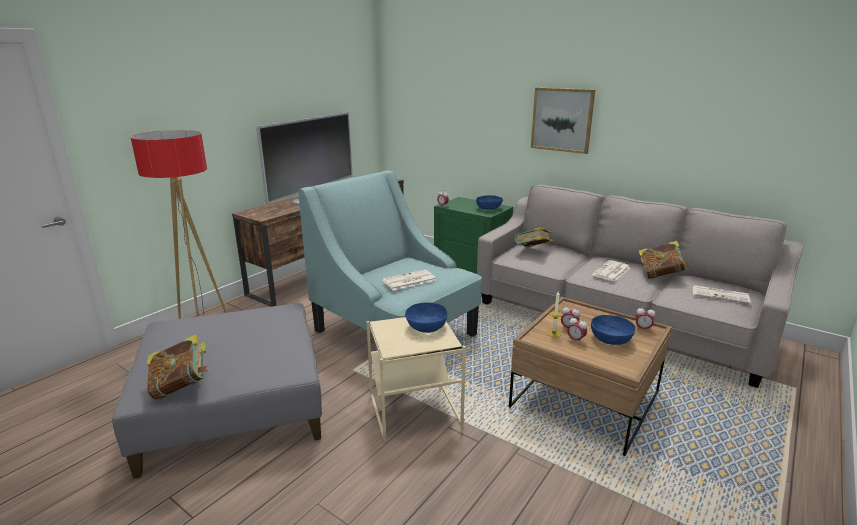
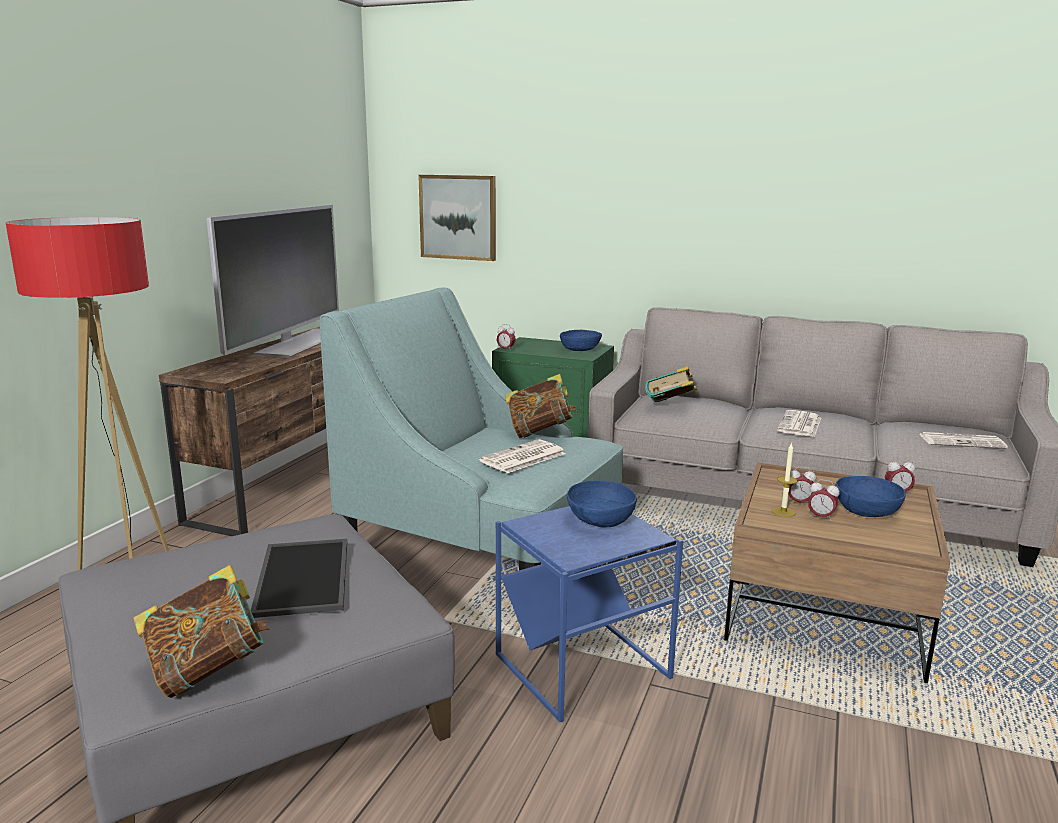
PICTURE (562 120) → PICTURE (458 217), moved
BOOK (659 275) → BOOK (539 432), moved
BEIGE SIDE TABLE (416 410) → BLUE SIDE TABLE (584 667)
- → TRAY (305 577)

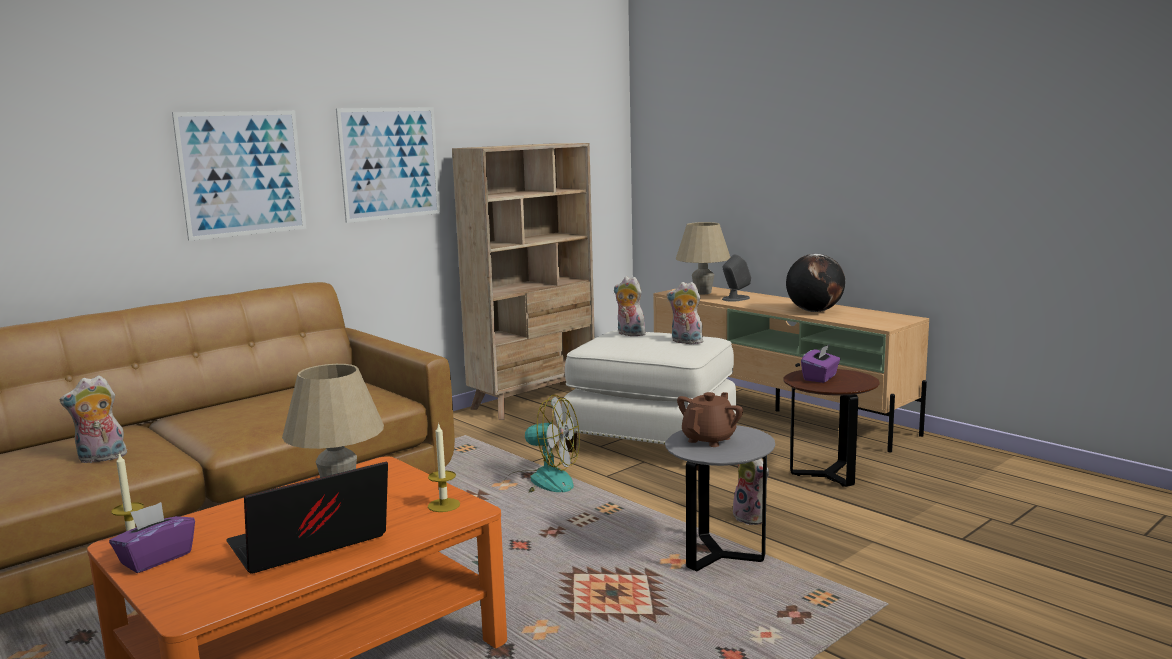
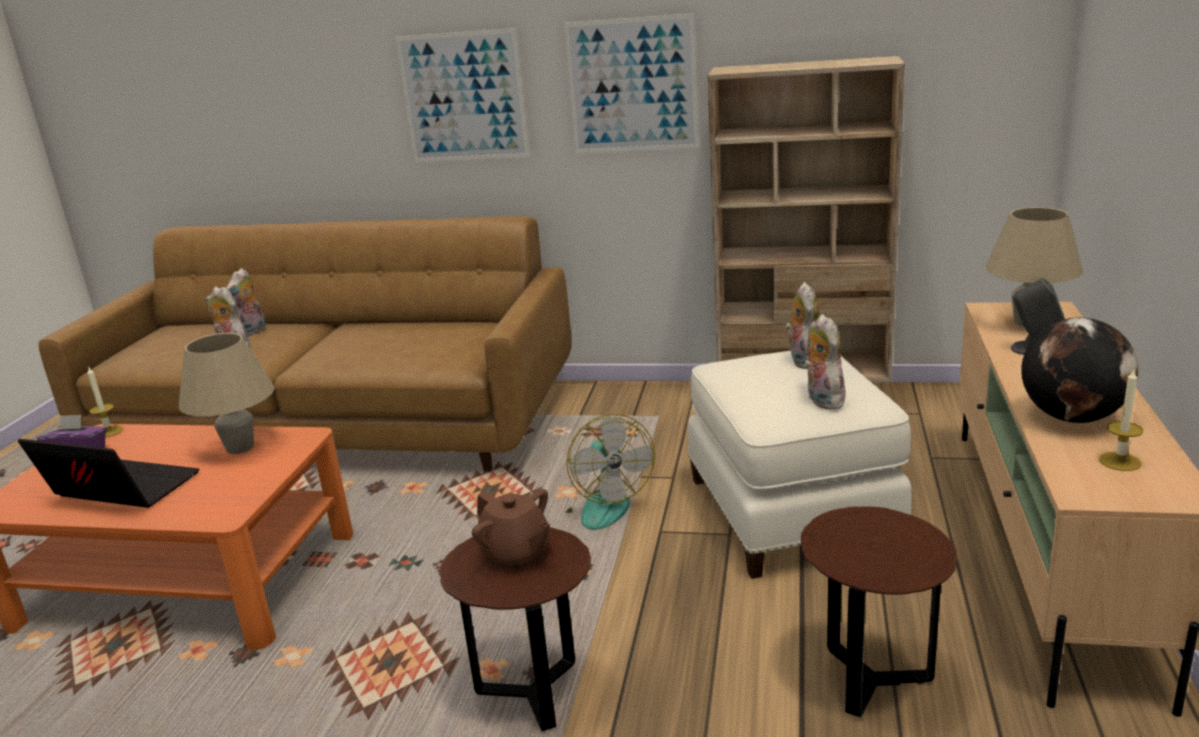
PURPLE TISSUE BOX (820 378) → -
BROWN TEAPOT (709 439) → BROWN TEAPOT (516 553), 45 degrees clockwise
CANDLE (444 505) → CANDLE (1119 461), moved
GREY SIDE TABLE (719 556) → BROWN SIDE TABLE (532 694)
PLUSH TOY (752 518) → PLUSH TOY (252 332), moved

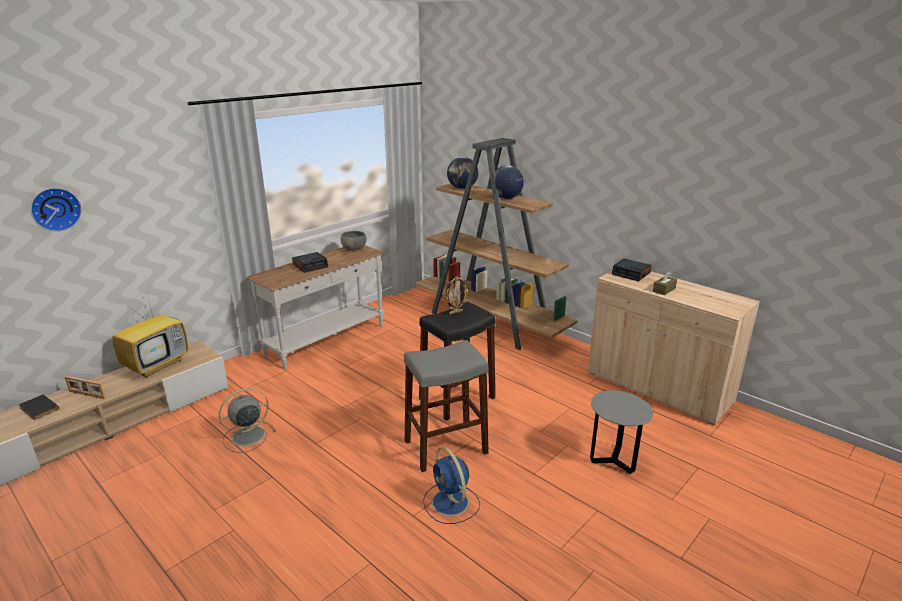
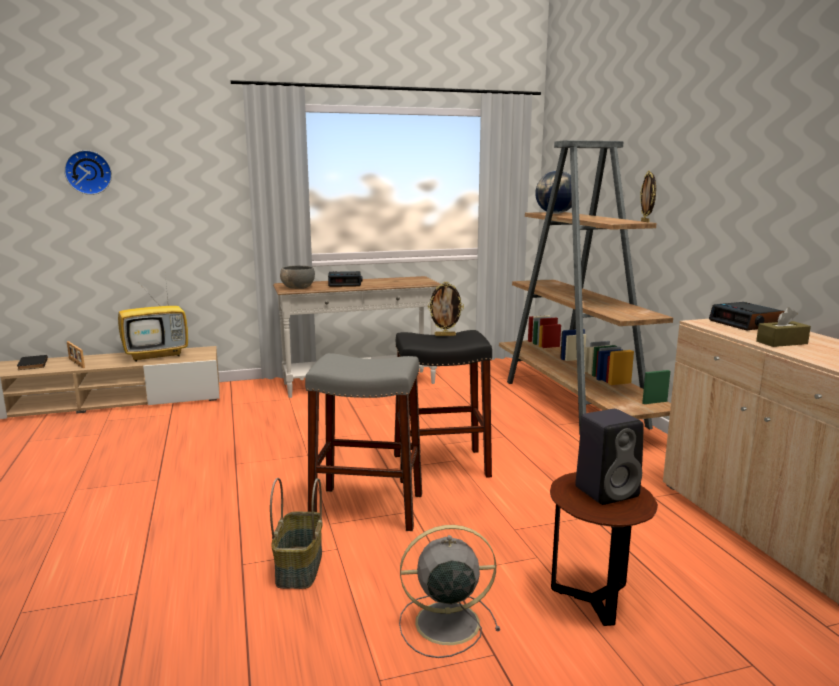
GLOBE (506 198) → -
GREY BOWL (353 249) → GREY BOWL (298 288), moved
GREY FAN (247 436) → GREY FAN (444 623), moved
GREY SIDE TABLE (613 460) → BROWN SIDE TABLE (594 600)
BLUE FAN (451 503) → BASKET (300 568)
- → PICTURE FRAME (645 221)
- → BLACK SPEAKER (608 491)

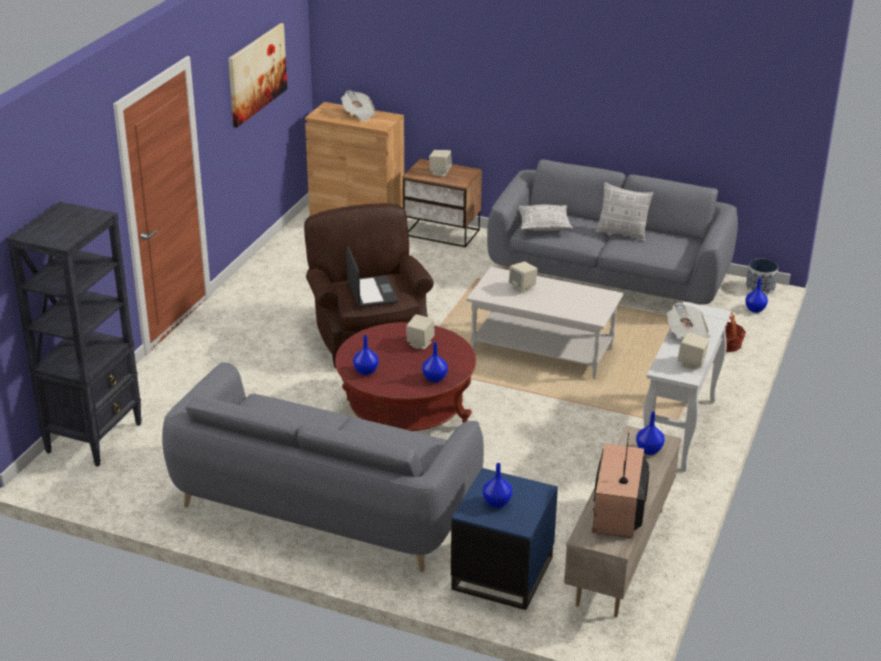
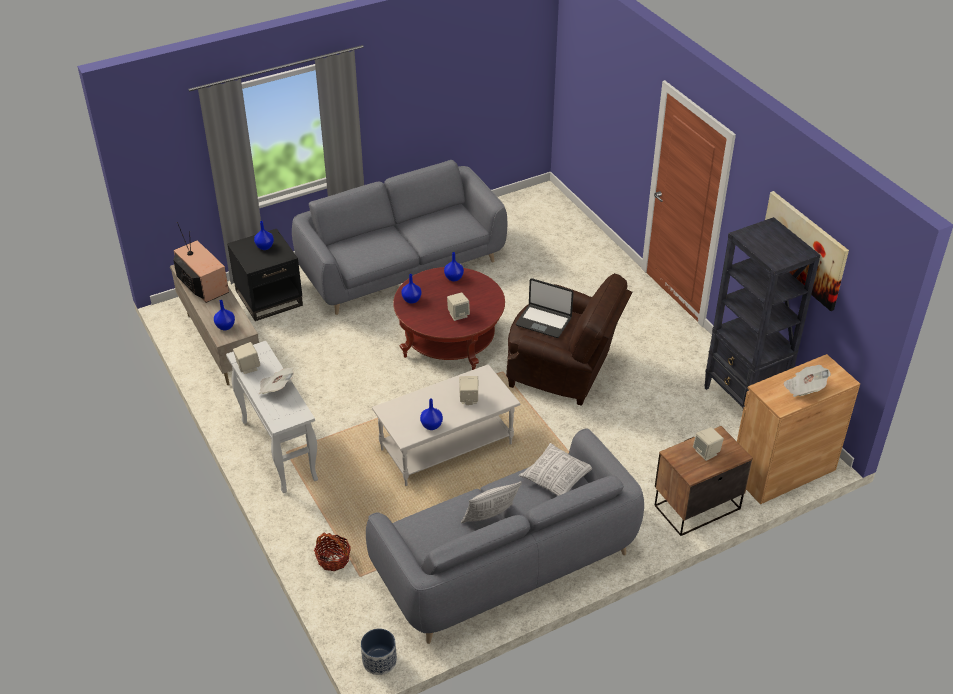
BLACK BOOKCASE (95 437) → BLACK BOOKCASE (743 399), moved
BLUE VASE (755 310) → BLUE VASE (431 425), moved
BLUE SIDE TABLE (501 573) → BLACK SIDE TABLE (269 298)

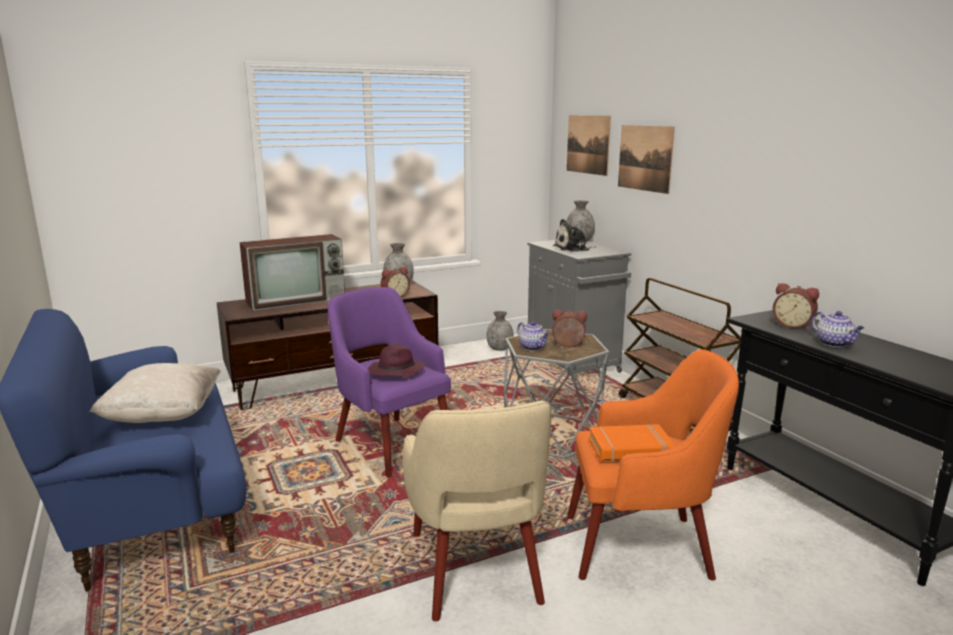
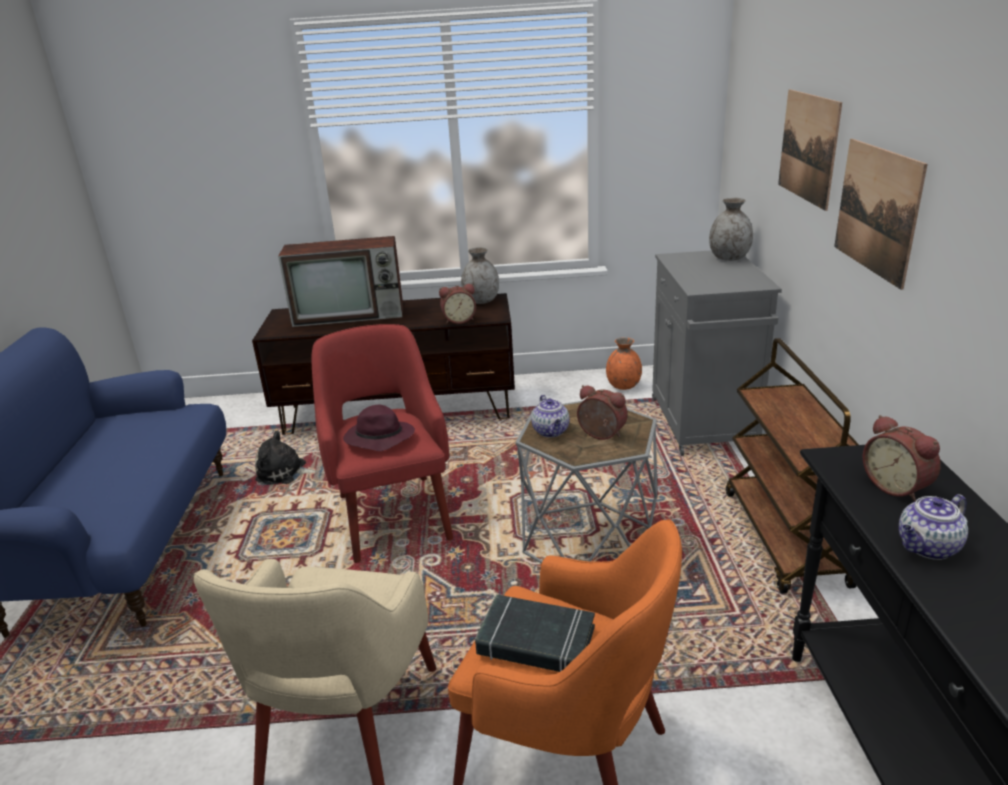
PICTURE (588 144) → PICTURE (876 210), moved
PLUSH TOY (573 248) → PLUSH TOY (284 473), moved
PURPLE ARMCHAIR (391 444) → RED ARMCHAIR (393 514)
GREY VASE (500 349) → ORANGE VASE (623 386)
TEAPOT (834 343) → TEAPOT (927 548), 60 degrees clockwise
BEIGE PILLOW (163 416) → -
ORANGE BOOK (630 449) → BLACK BOOK (535 642)

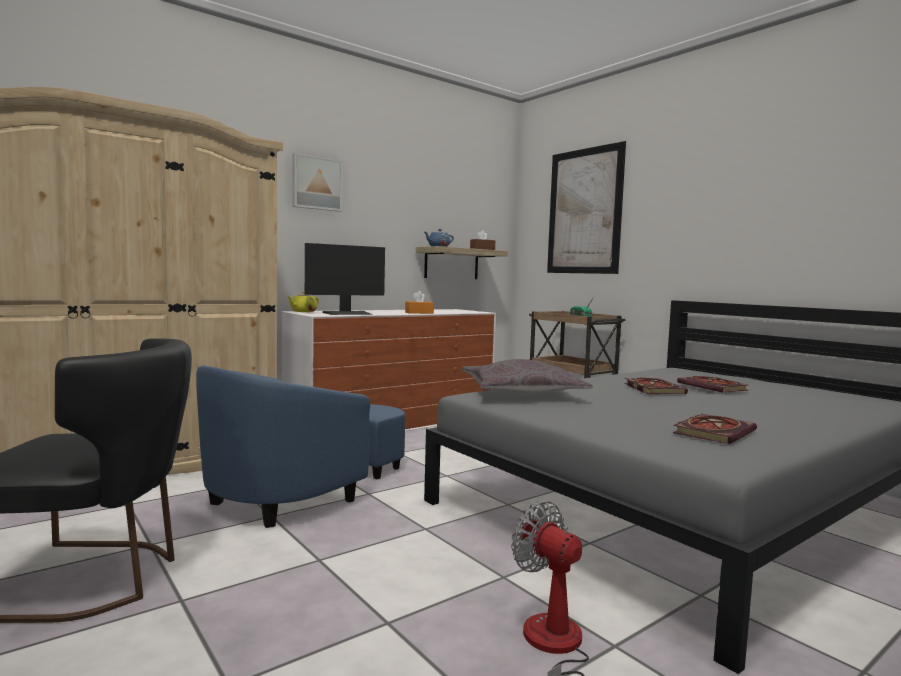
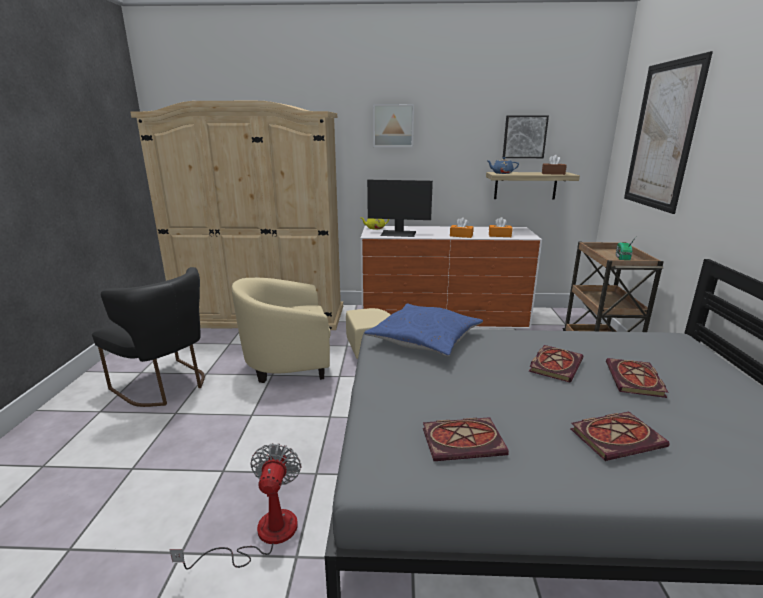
GREY PILLOW (521 393) → BLUE PILLOW (424 339)
BLUE ARMCHAIR (302 492) → BEIGE ARMCHAIR (308 362)
- → PICTURE (524 137)
- → ORANGE TISSUE BOX (499 235)
- → BOOK (617 437)

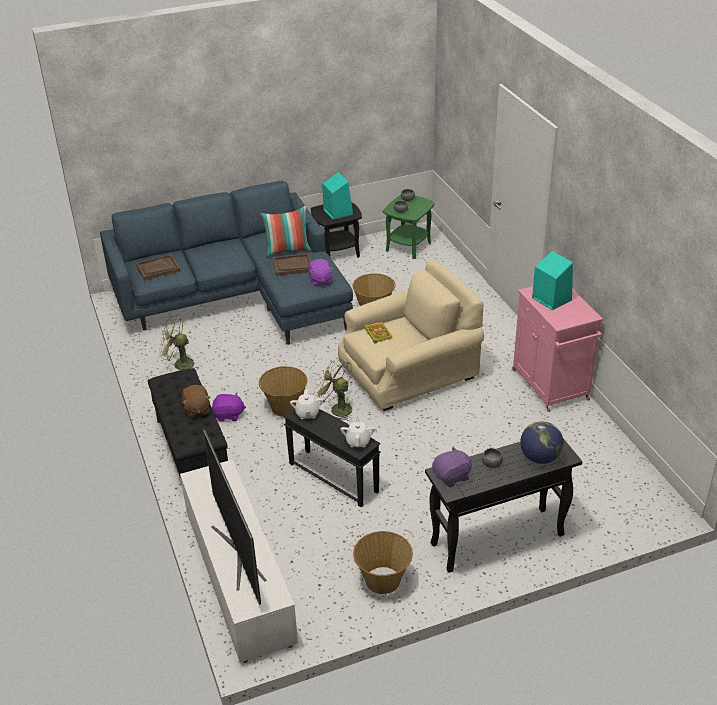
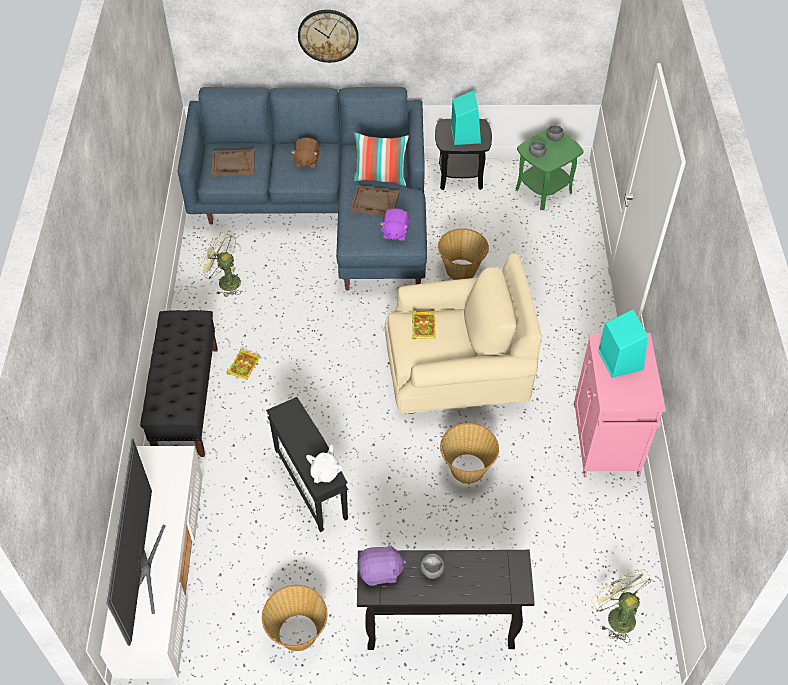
GREEN FAN (337 408) → GREEN FAN (616 615), moved
BASKET (285 407) → BASKET (467 469), moved
BROWN PLUSH TOY (196 409) → BROWN PLUSH TOY (306 161), moved
WHITE TEAPOT (307 414) → -
PURPLE PLUSH TOY (228 415) → BOOK (243 365)
GLOBE (539 458) → -
- → WALL CLOCK (328 35)

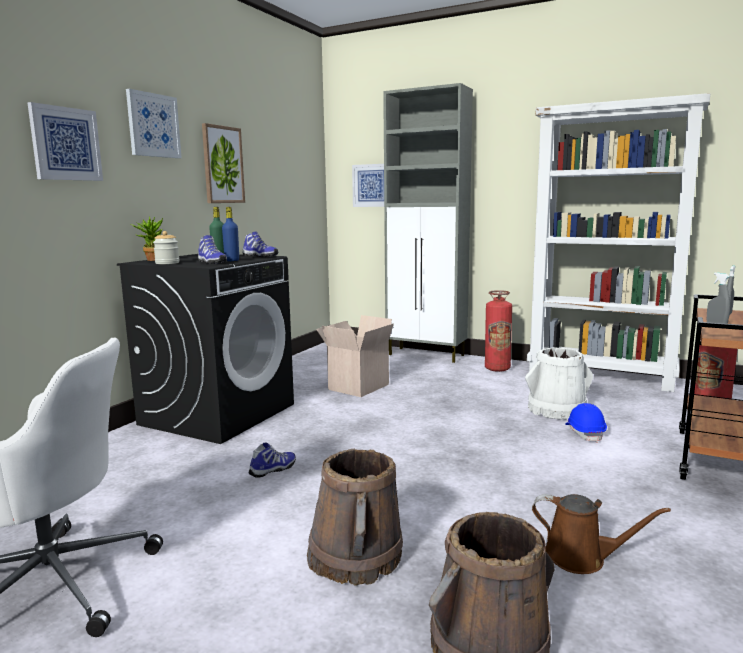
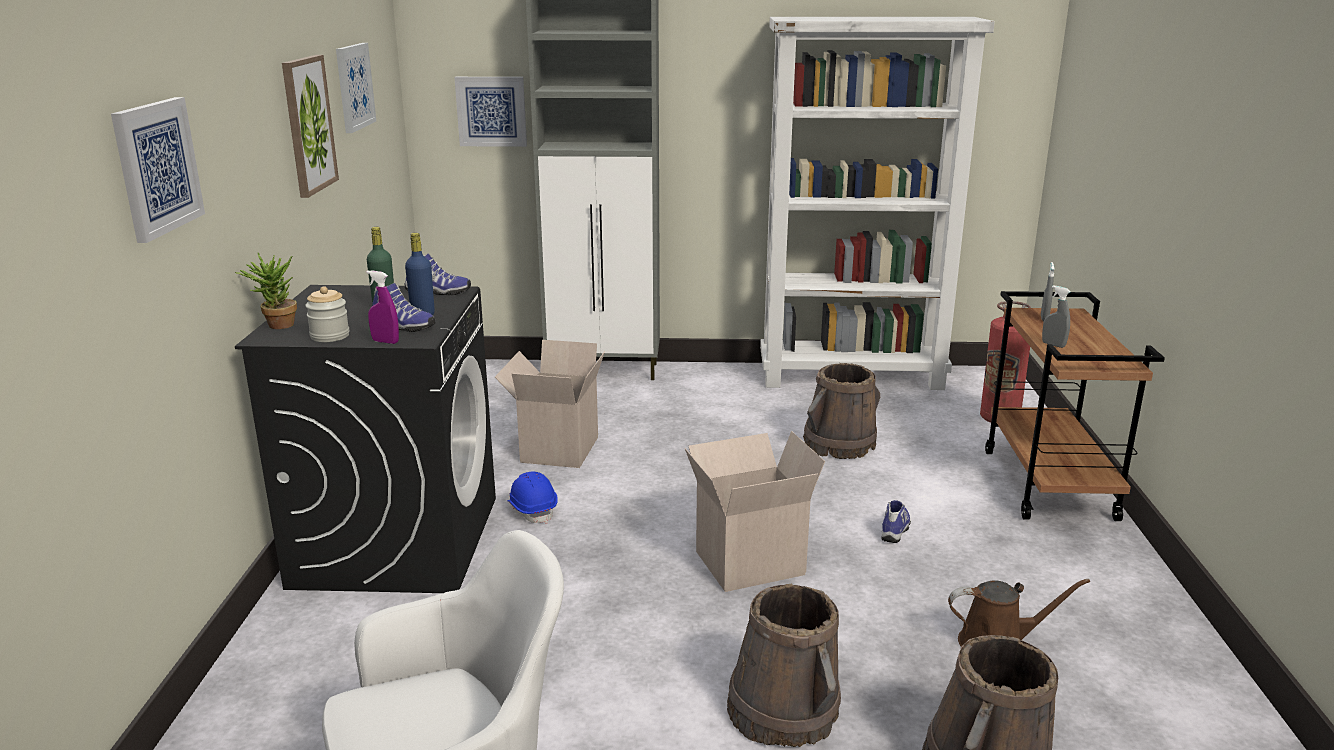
PICTURE (153 125) → PICTURE (354 87), moved
FIRE EXTINGUISHER (497 368) → -
WHITE BUCKET (556 410) → BROWN BUCKET (839 444)
BLUE HARD HAT (585 433) → BLUE HARD HAT (532 510), moved
SHOE (273 470) → SHOE (896 530), moved
- → PURPLE SPRAY BOTTLE (385 342)
- → CARDBOARD BOX (750 561)

